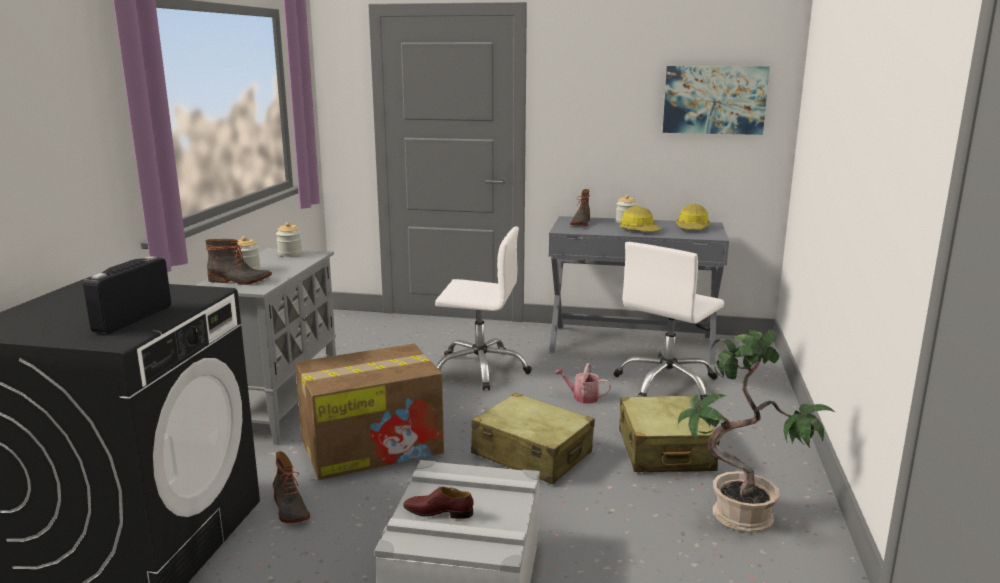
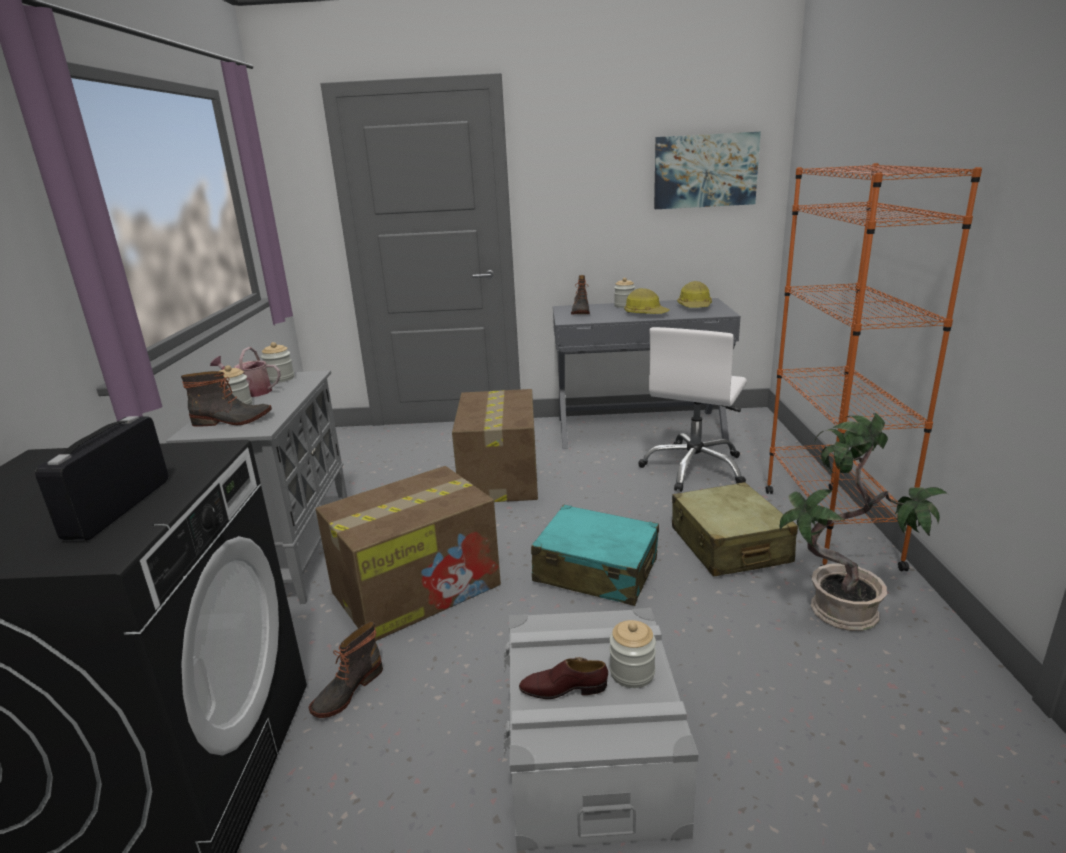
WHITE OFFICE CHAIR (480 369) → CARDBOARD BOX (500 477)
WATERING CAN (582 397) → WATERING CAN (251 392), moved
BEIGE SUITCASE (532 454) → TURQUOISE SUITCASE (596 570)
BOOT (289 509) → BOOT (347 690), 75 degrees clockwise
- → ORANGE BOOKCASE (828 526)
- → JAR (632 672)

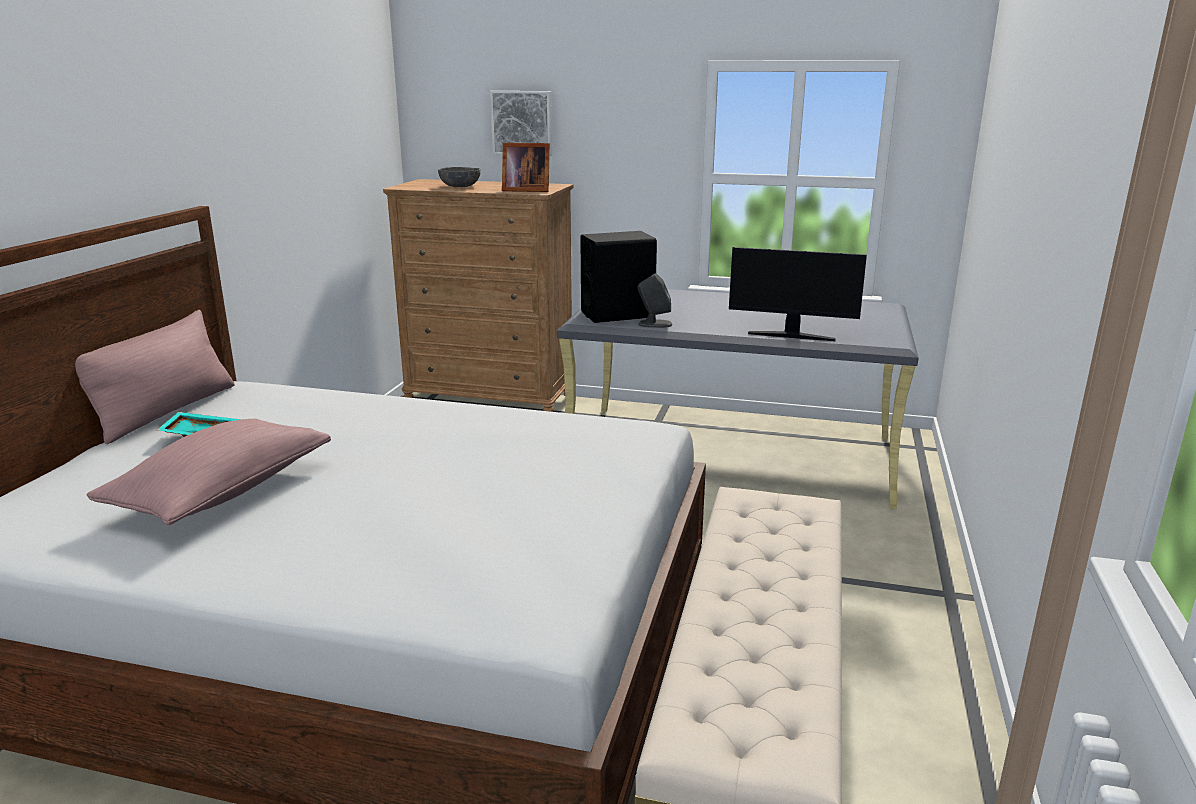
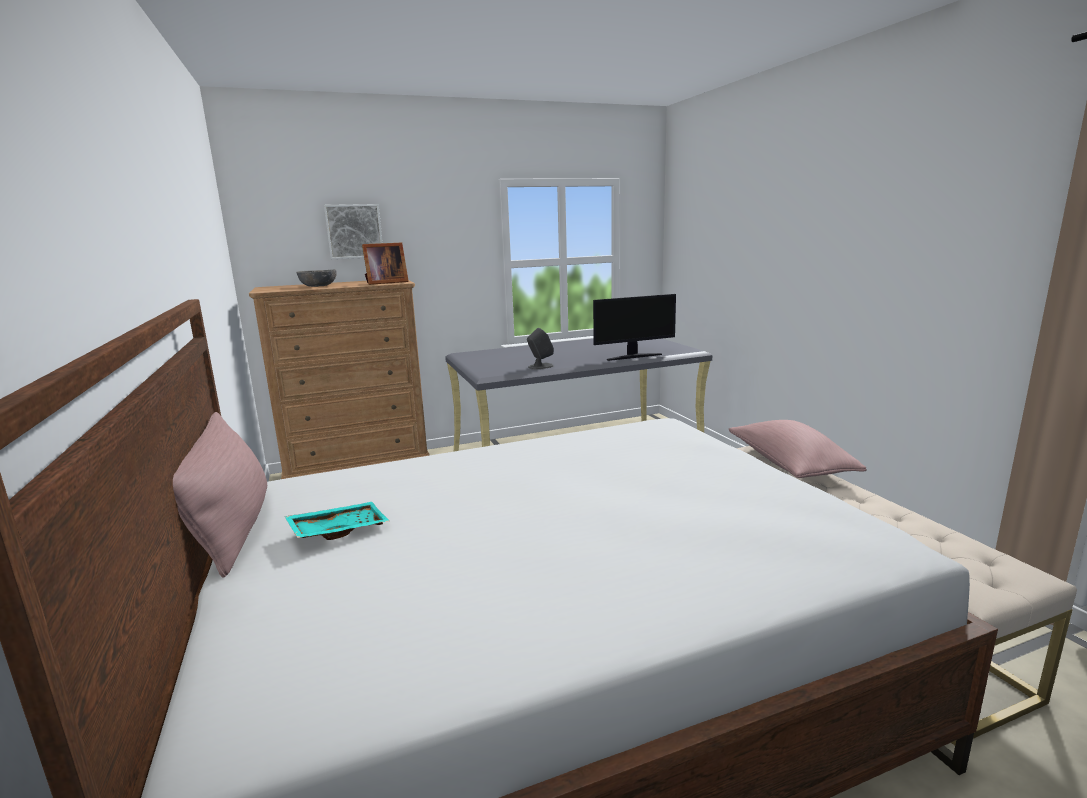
BLACK SPEAKER (618 314) → -
PINK PILLOW (222 493) → PINK PILLOW (789 465), moved

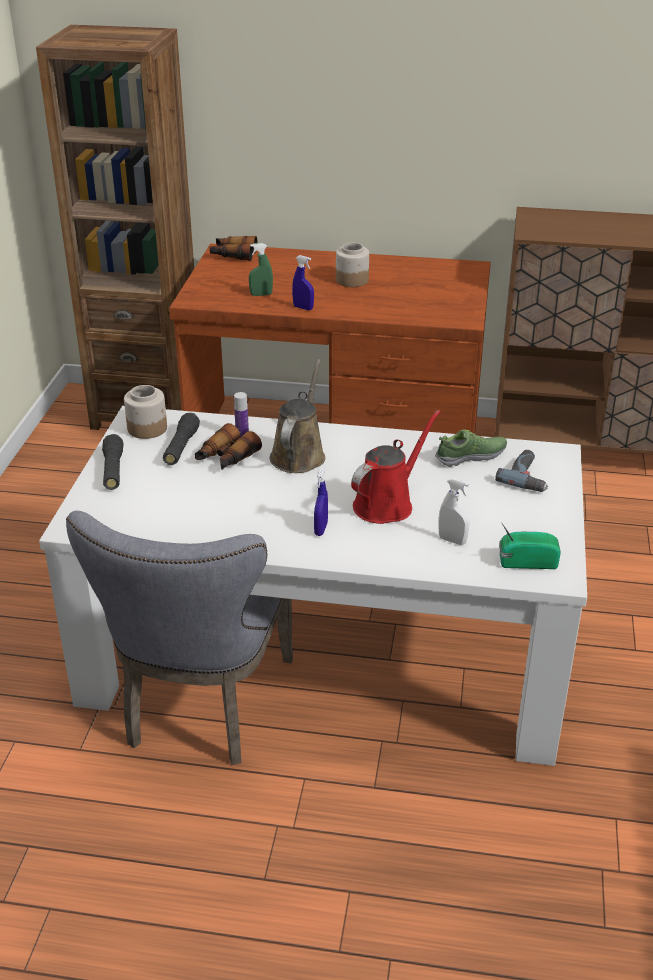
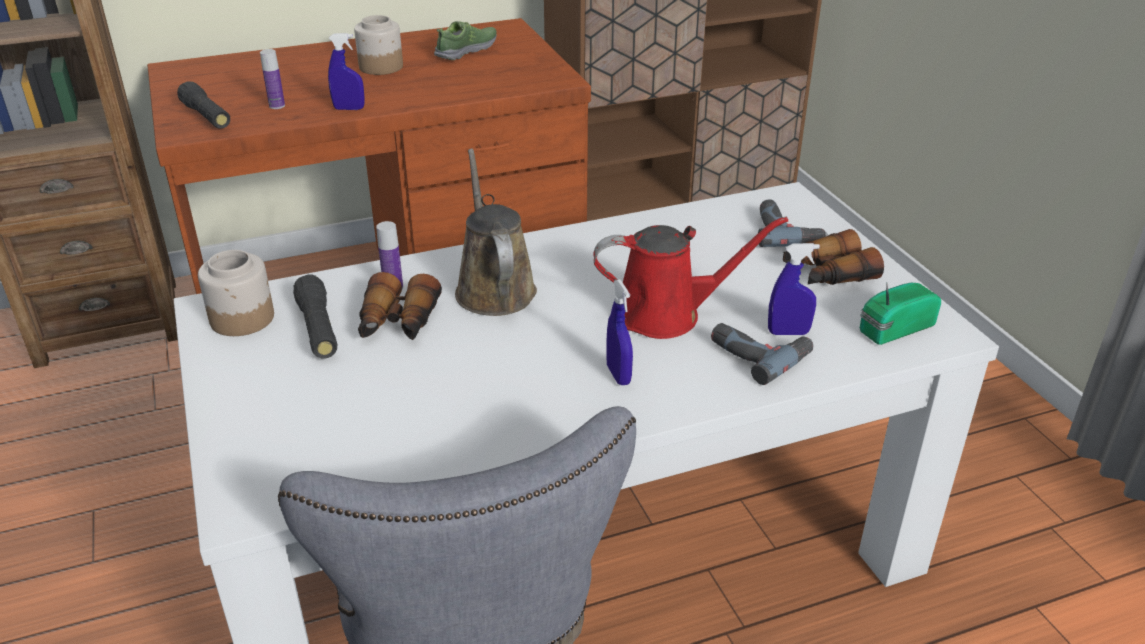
BINOCULARS (233 255) → BINOCULARS (827 274), moved
GREEN SPRAY BOTTLE (261 294) → BOTTLE (277 106)
RED WATERING CAN (387 504) → RED WATERING CAN (666 314), 75 degrees clockwise
SHOE (471 456) → SHOE (467 51), moved
BLACK FLASHLIGHT (113 471) → BLACK FLASHLIGHT (207 117), moved
WHITE SPRAY BOTTLE (452 540) → BLUE SPRAY BOTTLE (788 332)
- → POWER DRILL (759 353)

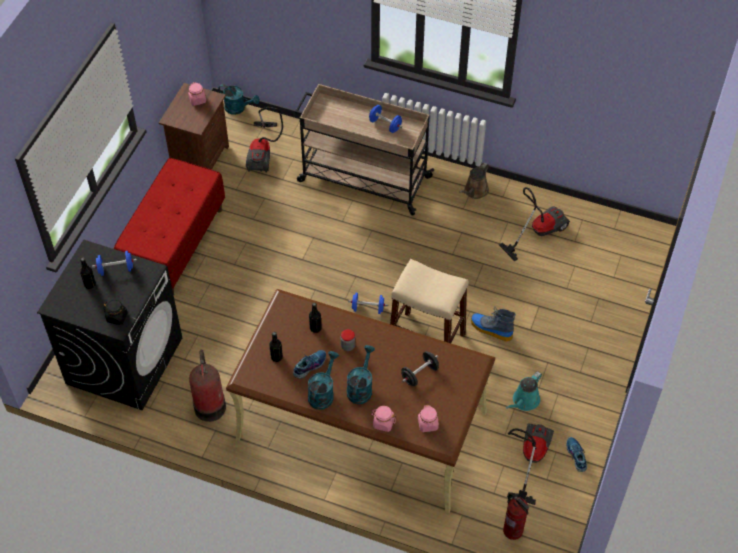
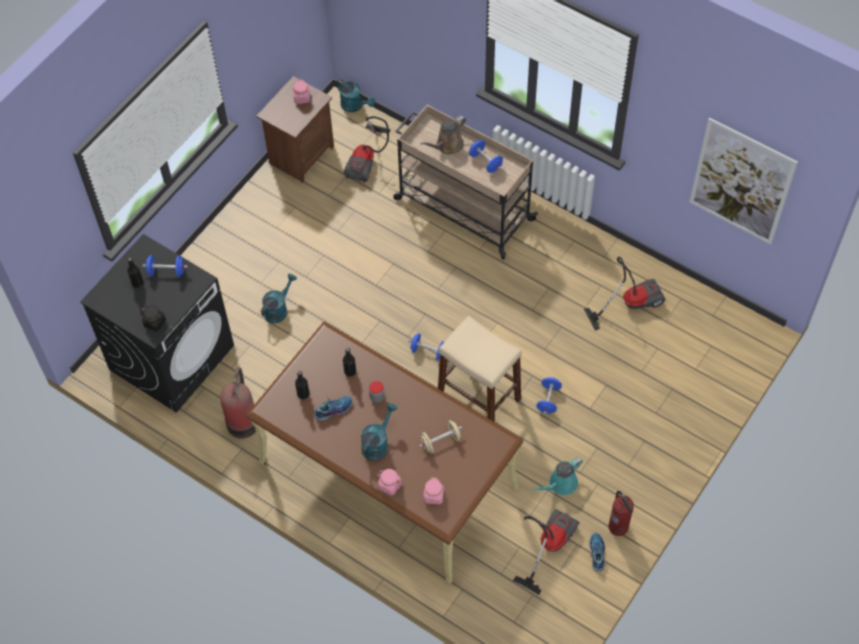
RED BENCH (174 244) → -
BROWN WATERING CAN (474 191) → BROWN WATERING CAN (447 145), moved
BOOT (490 329) → BLUE DUMBBELL (548 400)
TURQUOISE WATERING CAN (322 393) → TURQUOISE WATERING CAN (278 309), moved
BLACK DUMBBELL (419 374) → BEIGE DUMBBELL (440 441)
FIRE EXTINGUISHER (513 530) → FIRE EXTINGUISHER (618 527), moved
- → PICTURE (741 182)

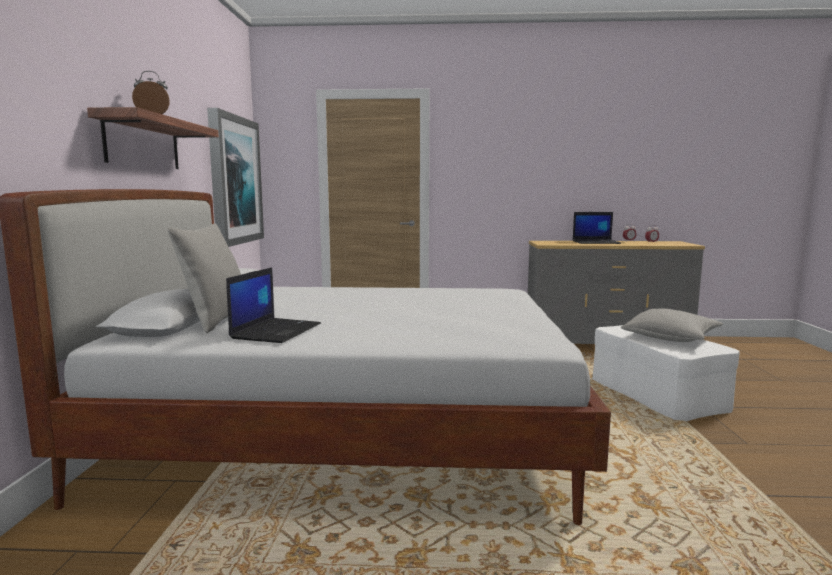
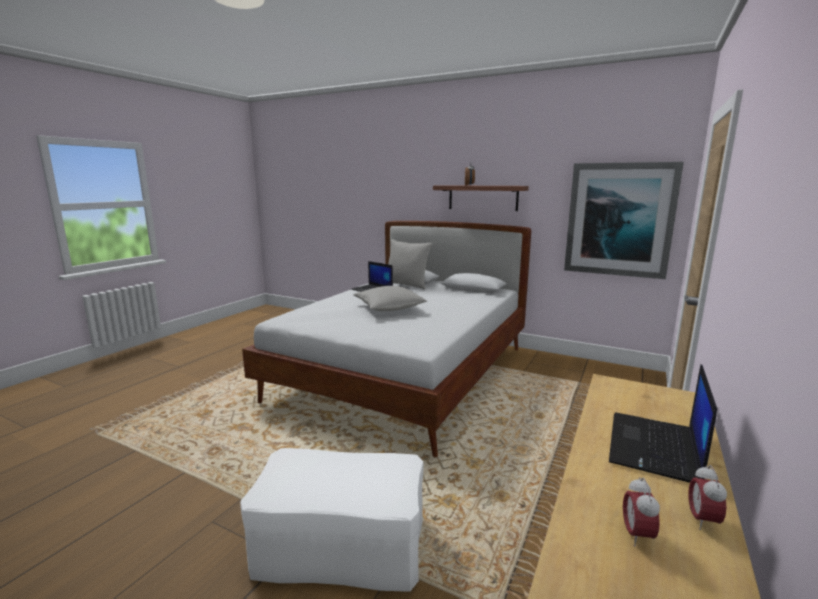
GREY PILLOW (671 338) → GREY PILLOW (389 308), moved

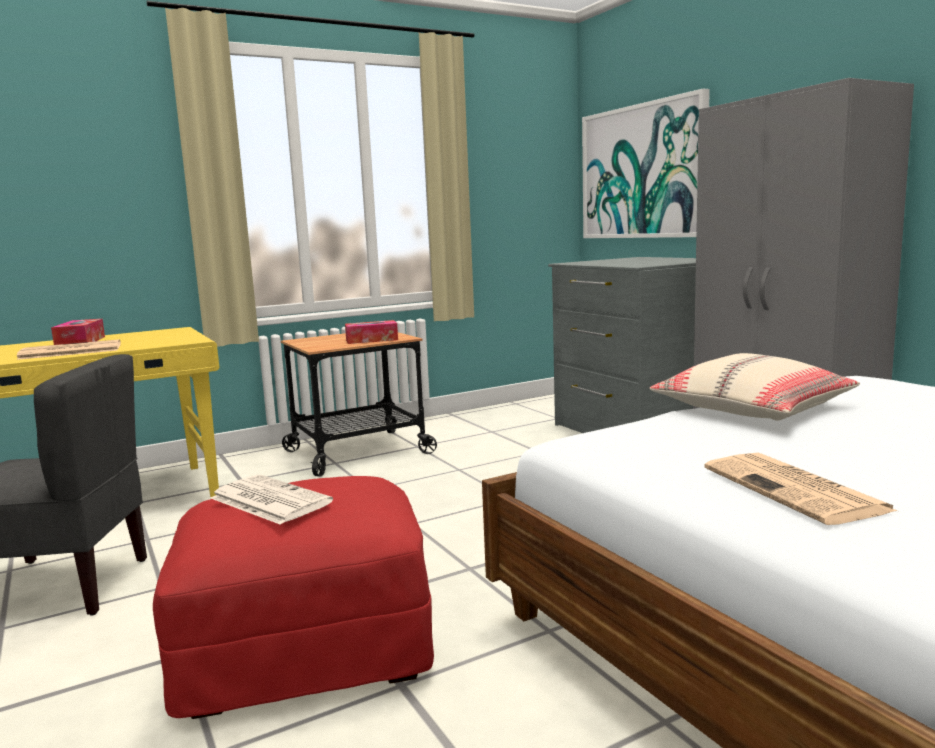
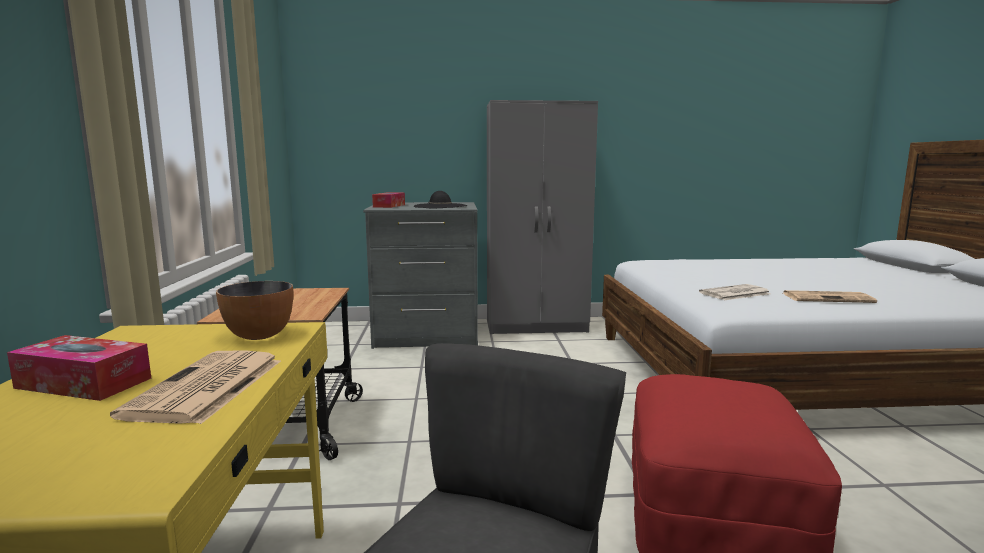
PICTURE (642 172) → -
TISSUE BOX (371 340) → TISSUE BOX (389 206), moved
BEIGE PILLOW (752 409) → -
NEWSPAPER (268 500) → NEWSPAPER (734 293), moved
- → BLACK HAT (440 206)
- → BOWL (260 336)

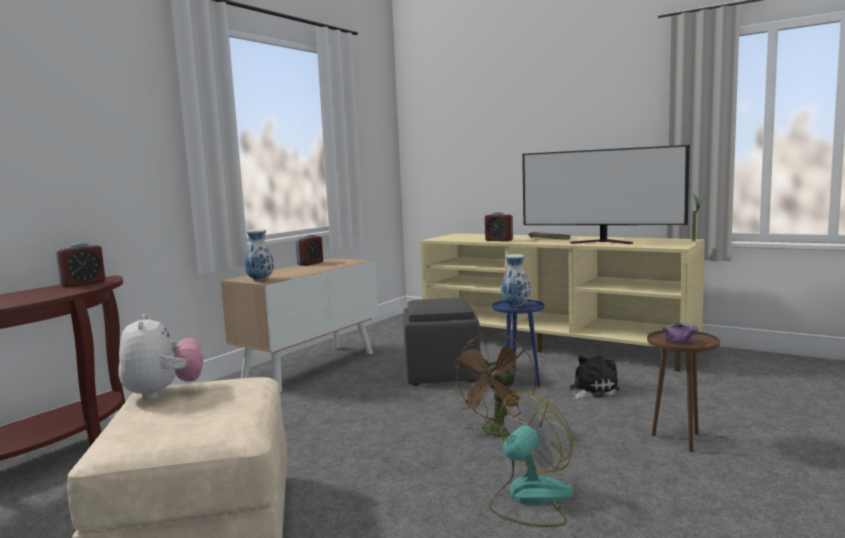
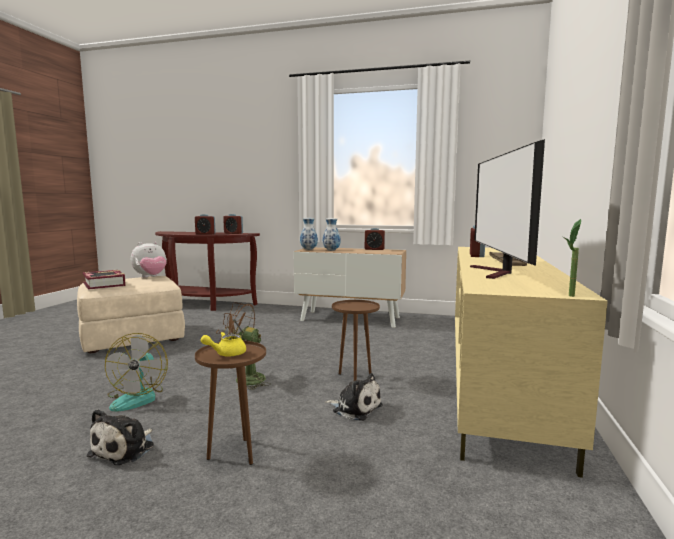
VASE (516 306) → VASE (331 250), moved
GREY OTTOMAN (441 374) → -
BLUE SIDE TABLE (519 384) → BROWN SIDE TABLE (355 378)
PURPLE TEAPOT (680 342) → YELLOW TEAPOT (226 354)
FAN (530 498) → FAN (138 397), 60 degrees clockwise
- → ALARM CLOCK (205 234)
- → BOOK (104 284)
- → PLUSH TOY (125 449)

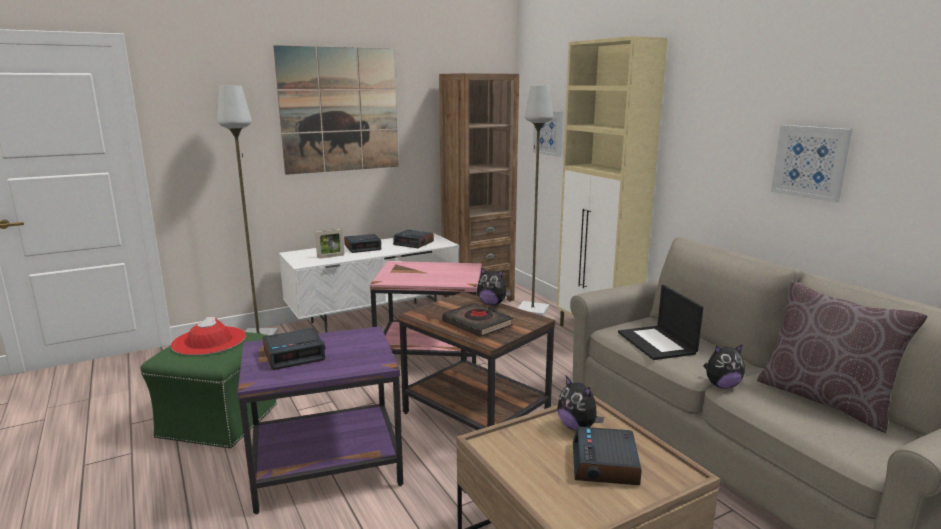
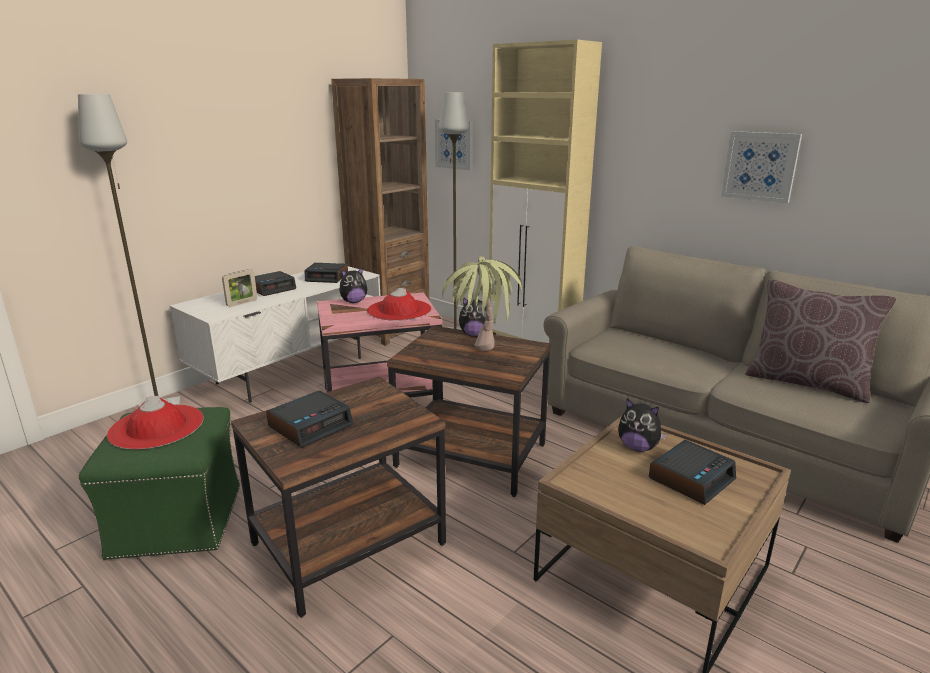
PICTURE (340 110) → -
LAPTOP (657 343) → -
BLACK BOOK (477 324) → POTTED PLANT (480 359)
PURPLE SIDE TABLE (327 466) → BROWN SIDE TABLE (348 543)
PLUSH TOY (721 385) → PLUSH TOY (353 302), moved
ALARM CLOCK (605 465) → ALARM CLOCK (691 478), 120 degrees counterclockwise
- → RED HAT (399 310)

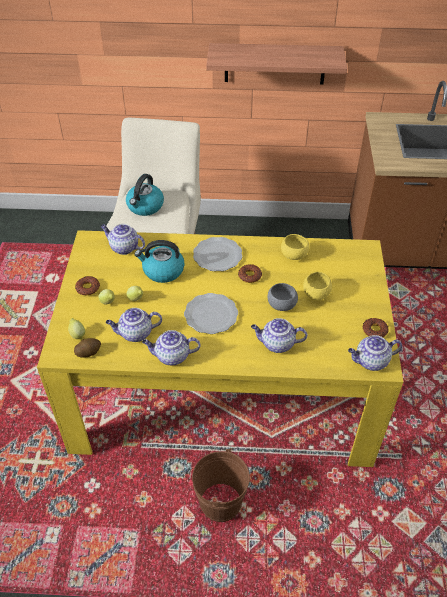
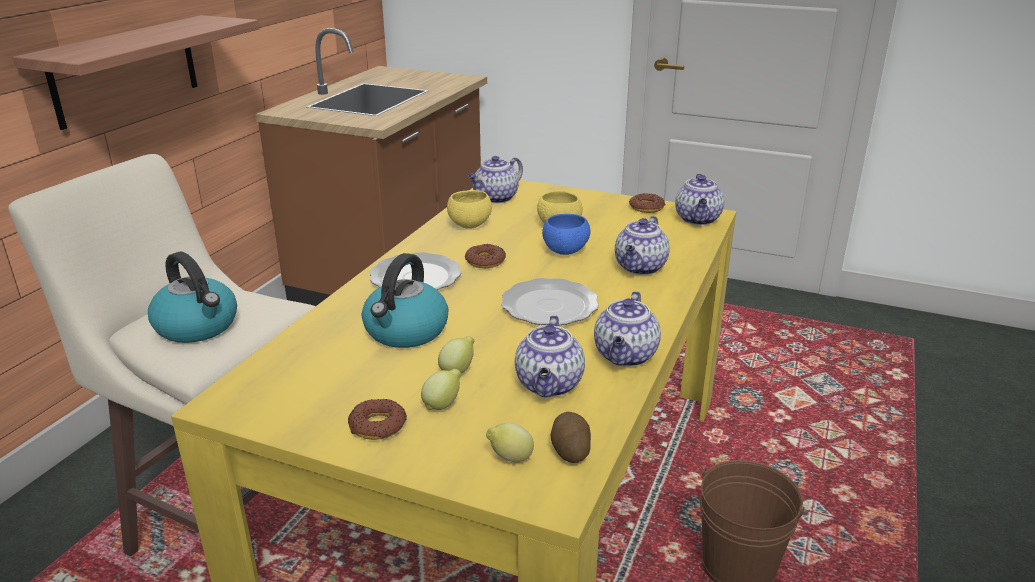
TEAPOT (123 248) → TEAPOT (496 198), moved
GREY BOWL (281 305) → BLUE BOWL (565 251)

